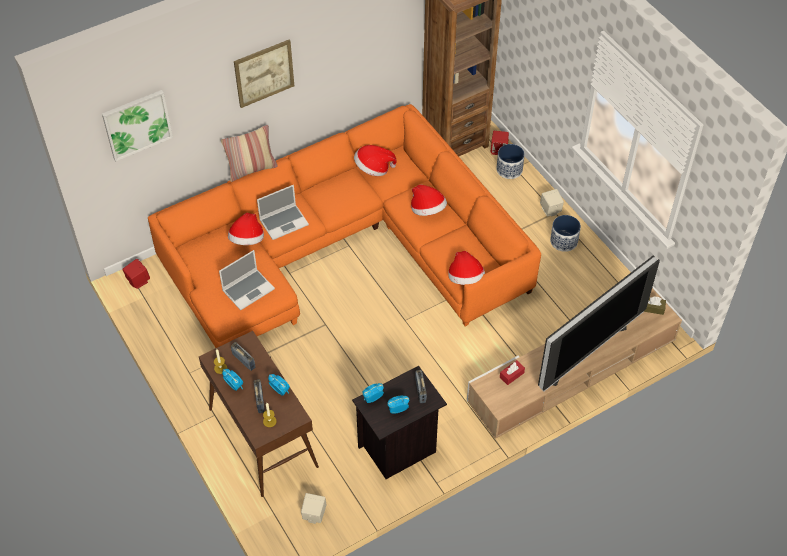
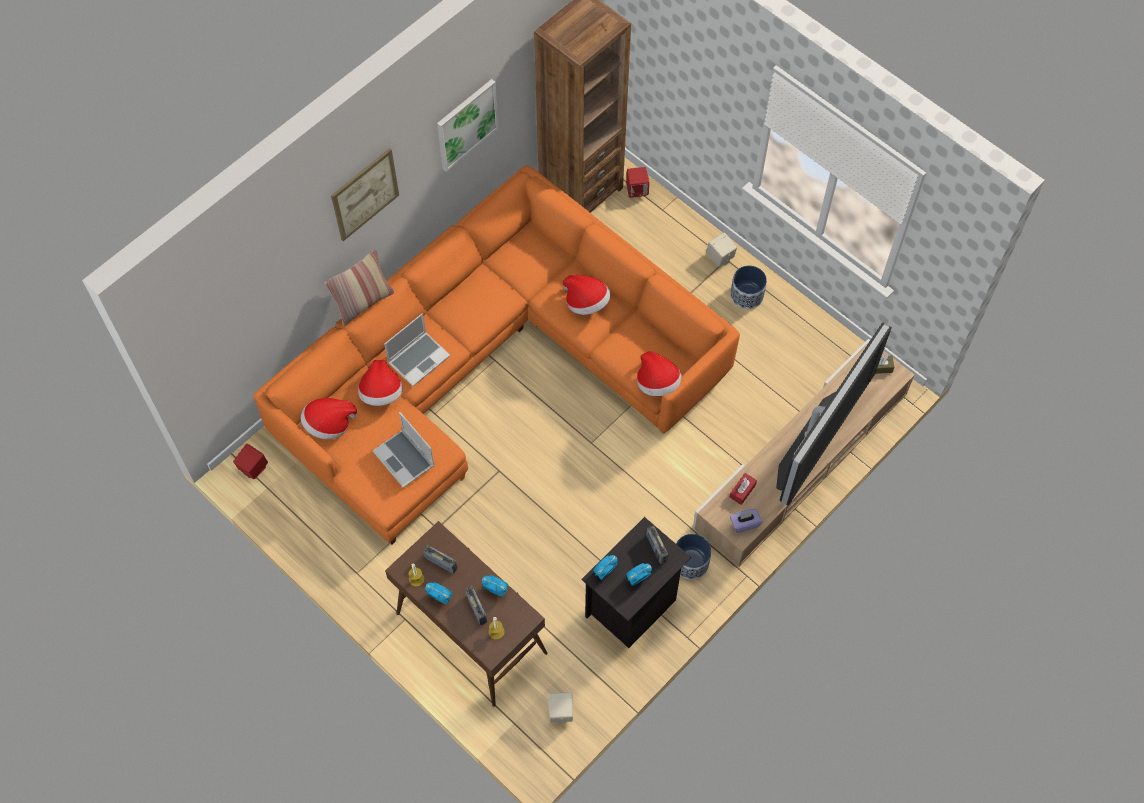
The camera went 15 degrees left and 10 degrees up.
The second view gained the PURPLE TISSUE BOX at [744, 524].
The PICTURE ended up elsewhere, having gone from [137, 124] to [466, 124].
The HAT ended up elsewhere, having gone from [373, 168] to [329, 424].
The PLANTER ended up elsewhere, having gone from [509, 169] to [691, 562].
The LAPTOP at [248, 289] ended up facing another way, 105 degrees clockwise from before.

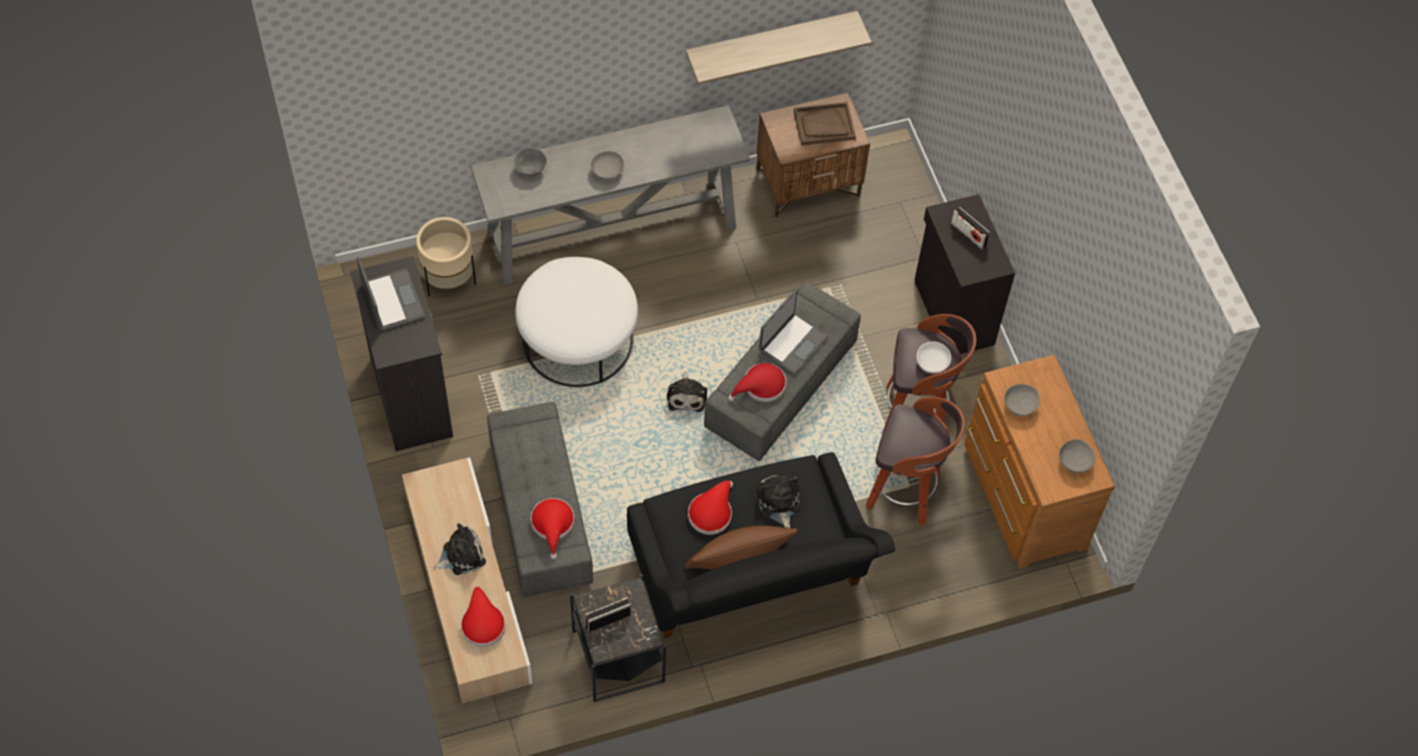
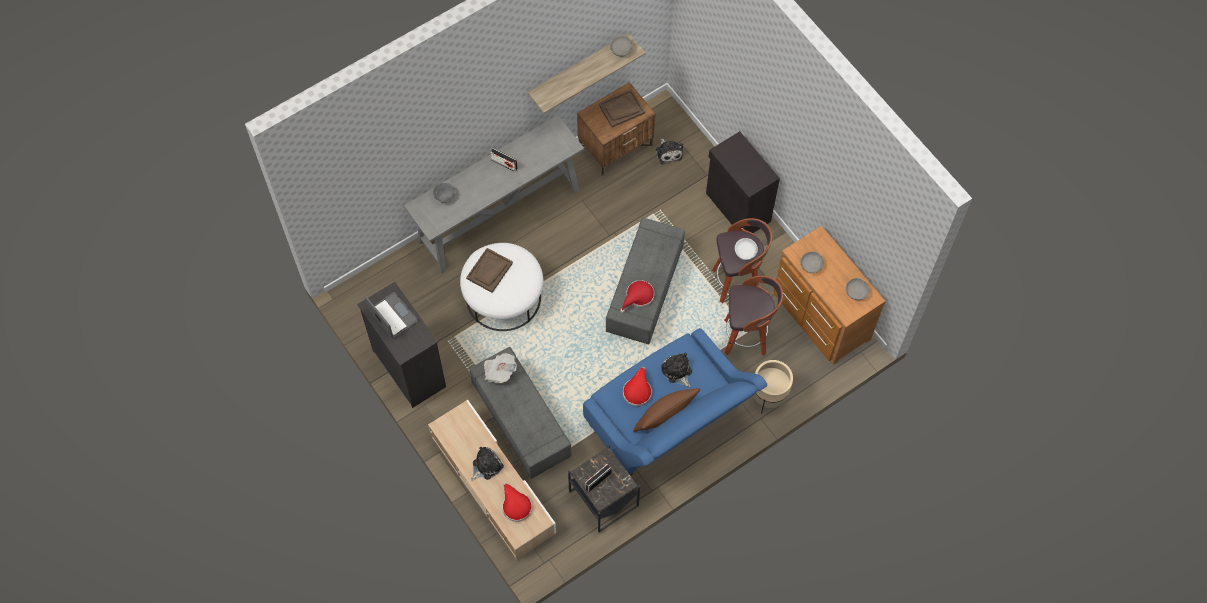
The camera went 15 degrees left and 5 degrees up.
The second view lost the RED HAT at [553, 525].
The second view lost the LAPTOP at [792, 343].
The second view gained the BROWN TRAY at [489, 271].
The second view gained the NEWSPAPER at [499, 371].
The BEIGE PLANTER ended up elsewhere, having gone from [449, 279] to [768, 396].
The GREY BOWL ended up elsewhere, having gone from [607, 171] to [621, 50].
The PLUSH TOY ended up elsewhere, having gone from [686, 395] to [668, 152].
The RADIO ended up elsewhere, having gone from [968, 235] to [504, 164].
What was the BLACK SOFA at [750, 578] turned into the BLUE SOFA at [669, 422].

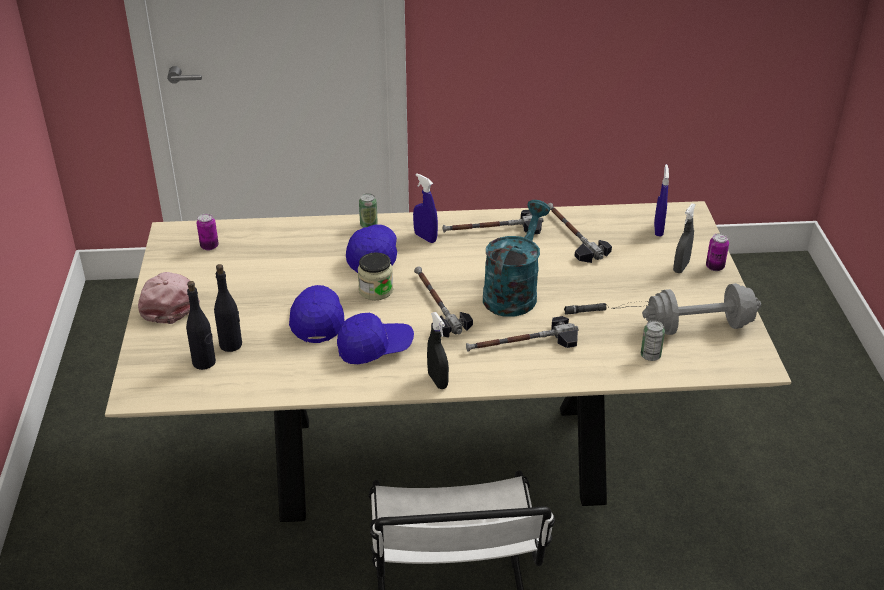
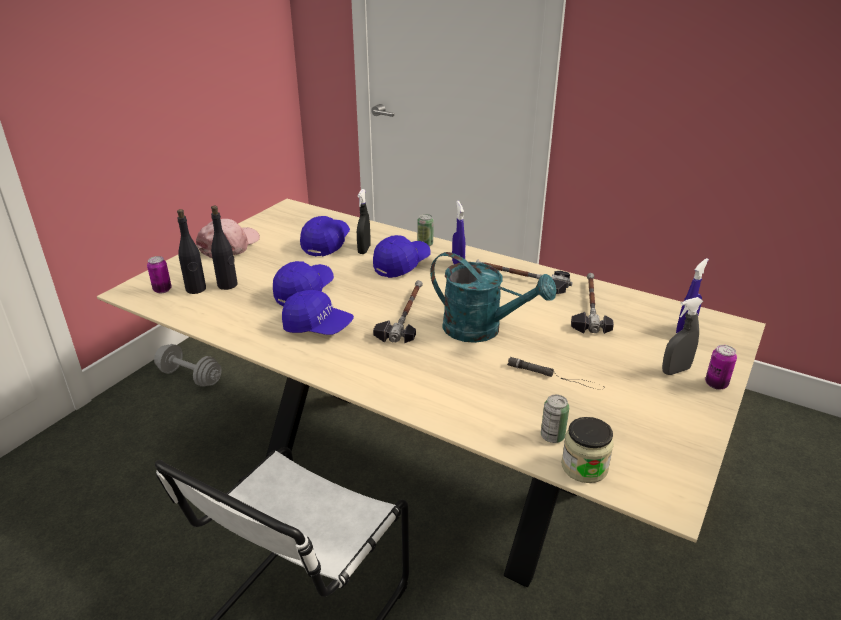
The camera went 35 degrees right and 5 degrees down.
The second view lost the HAMMER at [522, 344].
The second view gained the BLUE CAP at [326, 243].
The CAN ended up elsewhere, having gone from [209, 246] to [162, 290].
The JAR ended up elsewhere, having gone from [376, 290] to [584, 467].
The BLACK SPRAY BOTTLE ended up elsewhere, having gone from [437, 381] to [364, 250].
The GREY DUMBBELL ended up elsewhere, having gone from [698, 326] to [190, 377].
The TURQUOISE WATERING CAN at [513, 292] ended up facing another way, 60 degrees clockwise from before.

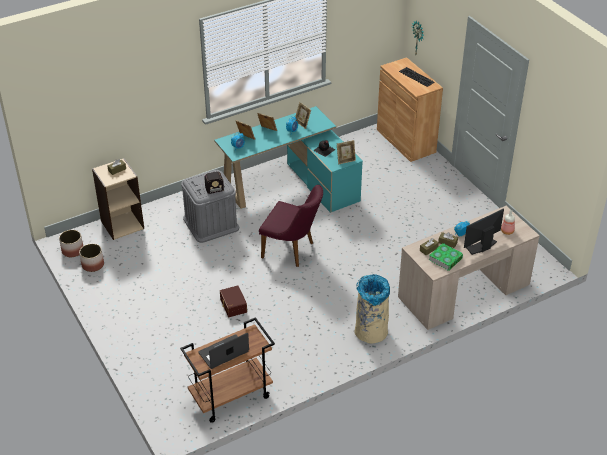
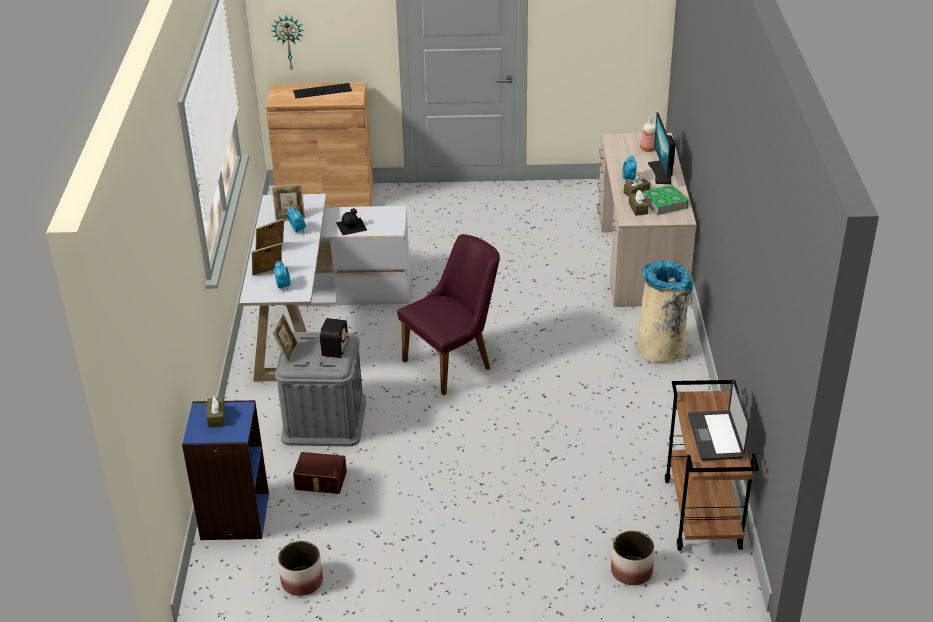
The camera went 60 degrees left and 5 degrees down.
The PLANTER ended up elsewhere, having gone from [73, 250] to [631, 571].
The BROWN STORAGE BOX ended up elsewhere, having gone from [232, 306] to [320, 481].
The PICTURE FRAME ended up elsewhere, having gone from [346, 160] to [287, 352].
What was the BEIGE BOOKCASE at [122, 224] turned into the BLUE BOOKCASE at [234, 516].
What was the TURQUOISE DESK at [293, 185] turned into the WHITE DESK at [317, 316].

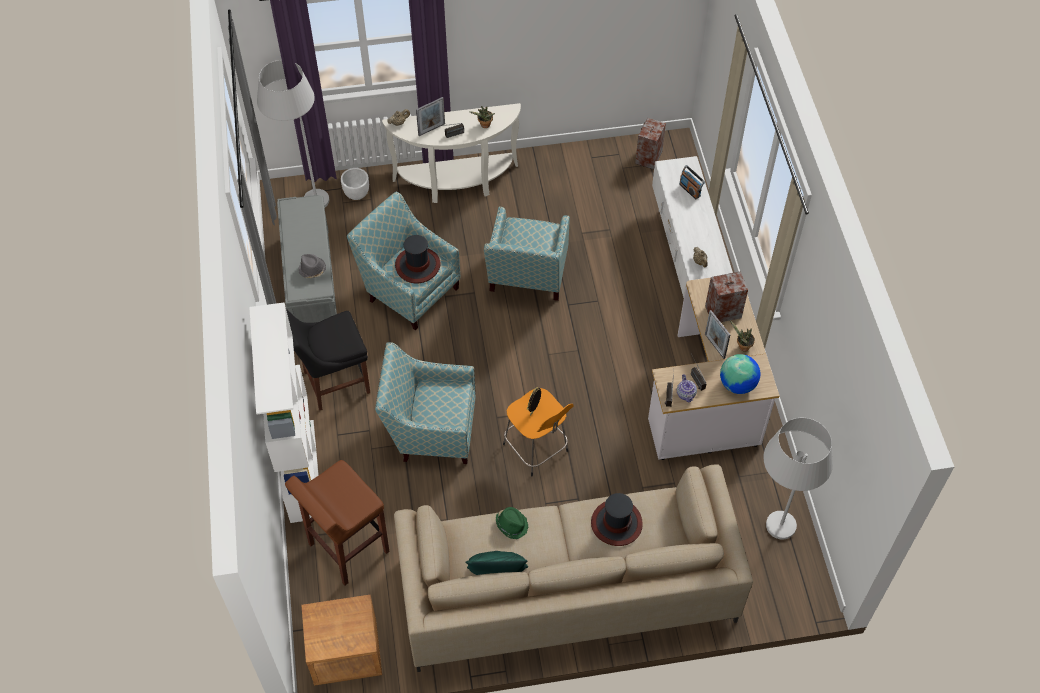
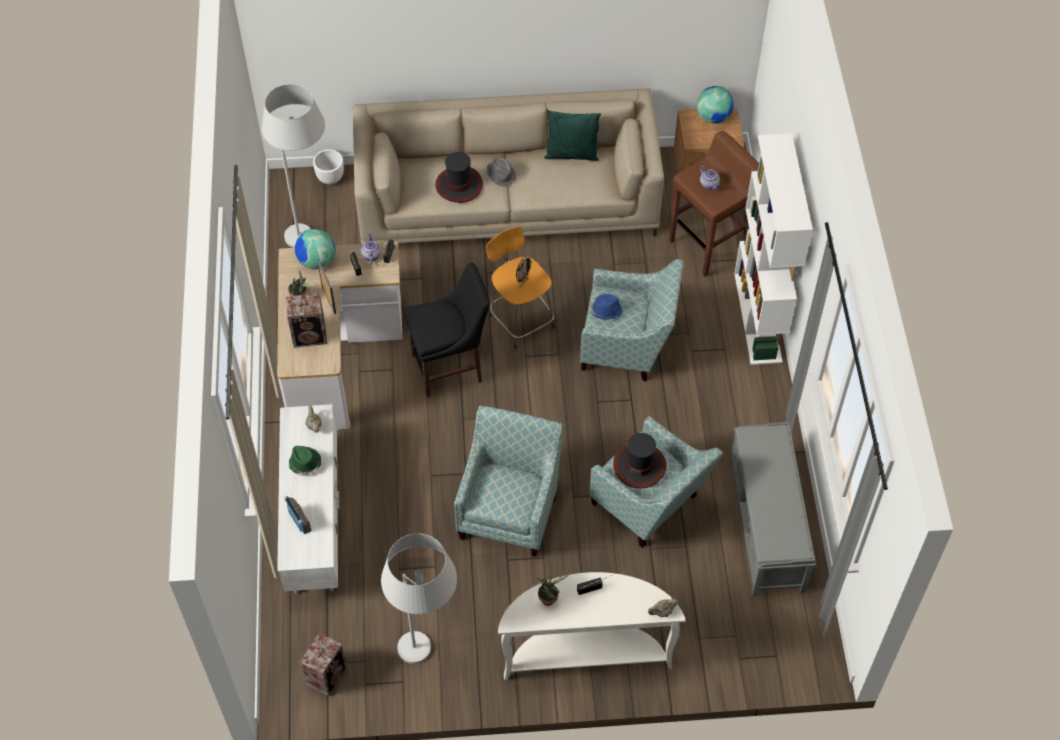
The camera went 175 degrees left and 0 degrees up.
The second view lost the PICTURE FRAME at [431, 129].
The second view gained the BLUE HAT at [605, 311].
The second view gained the GLOBE at [713, 117].
The second view gained the TEAPOT at [709, 184].
The WHITE FLOOR LAMP ended up elsewhere, having gone from [305, 194] to [429, 659].
The BLACK CHAIR ended up elsewhere, having gone from [332, 383] to [451, 367].
The GREY HAT ended up elsewhere, having gone from [312, 270] to [501, 175].
The WHITE PLANTER ended up elsewhere, having gone from [356, 195] to [330, 178].
The GREEN HAT ended up elsewhere, having gone from [512, 524] to [305, 463].

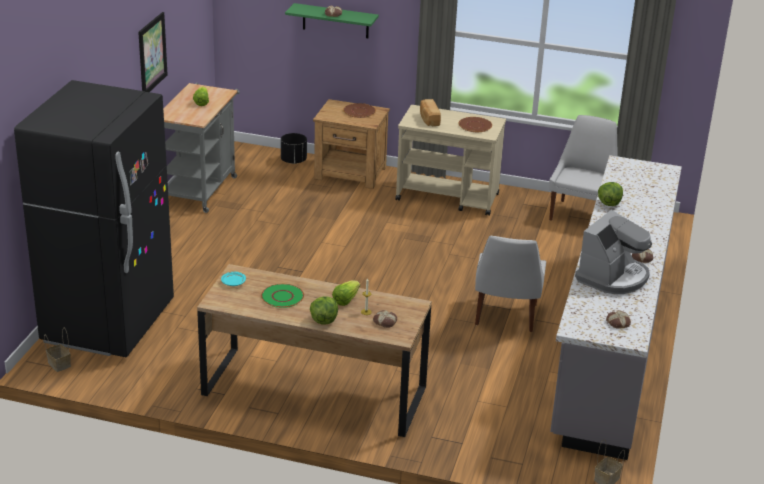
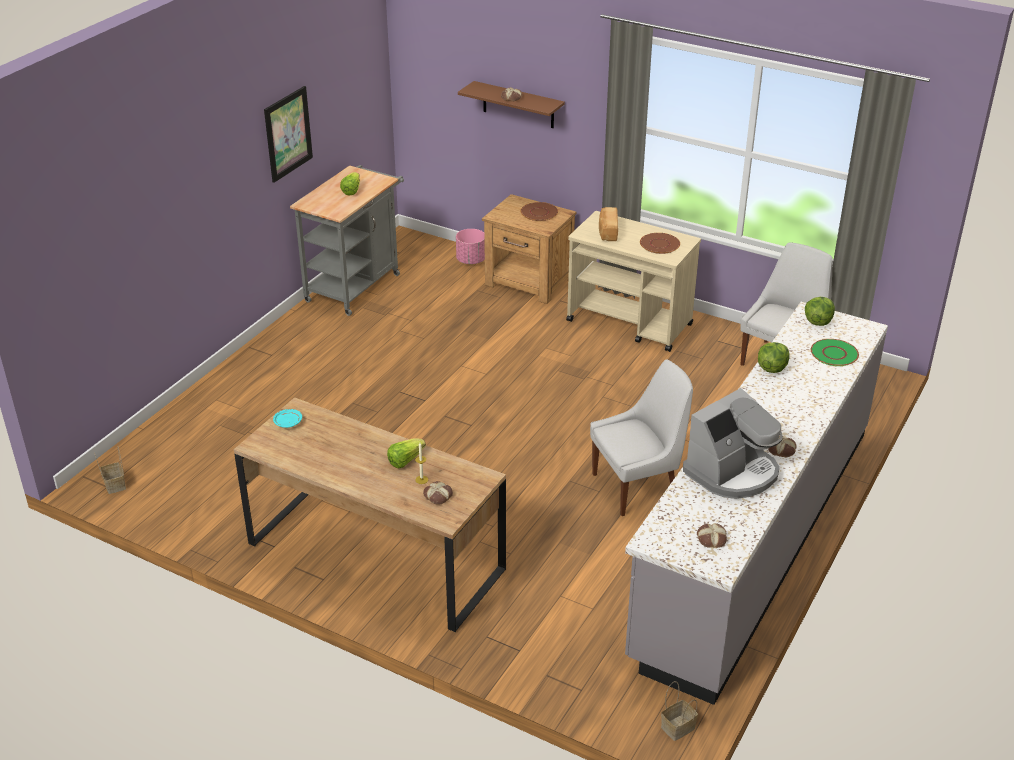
The camera went 15 degrees right and 5 degrees up.
The second view lost the BLACK FRIDGE at [109, 322].
The GREEN PLATE ended up elsewhere, having gone from [282, 297] to [834, 354].
The LETTUCE ended up elsewhere, having gone from [324, 320] to [817, 321].
What was the BLACK PLANTER at [294, 161] turned into the PINK PLANTER at [471, 260].
What was the GREEN SHELF at [335, 21] turned into the BROWN SHELF at [518, 105].
The WHITE CHAIR at [505, 316] ended up facing another way, 135 degrees counterclockwise from before.

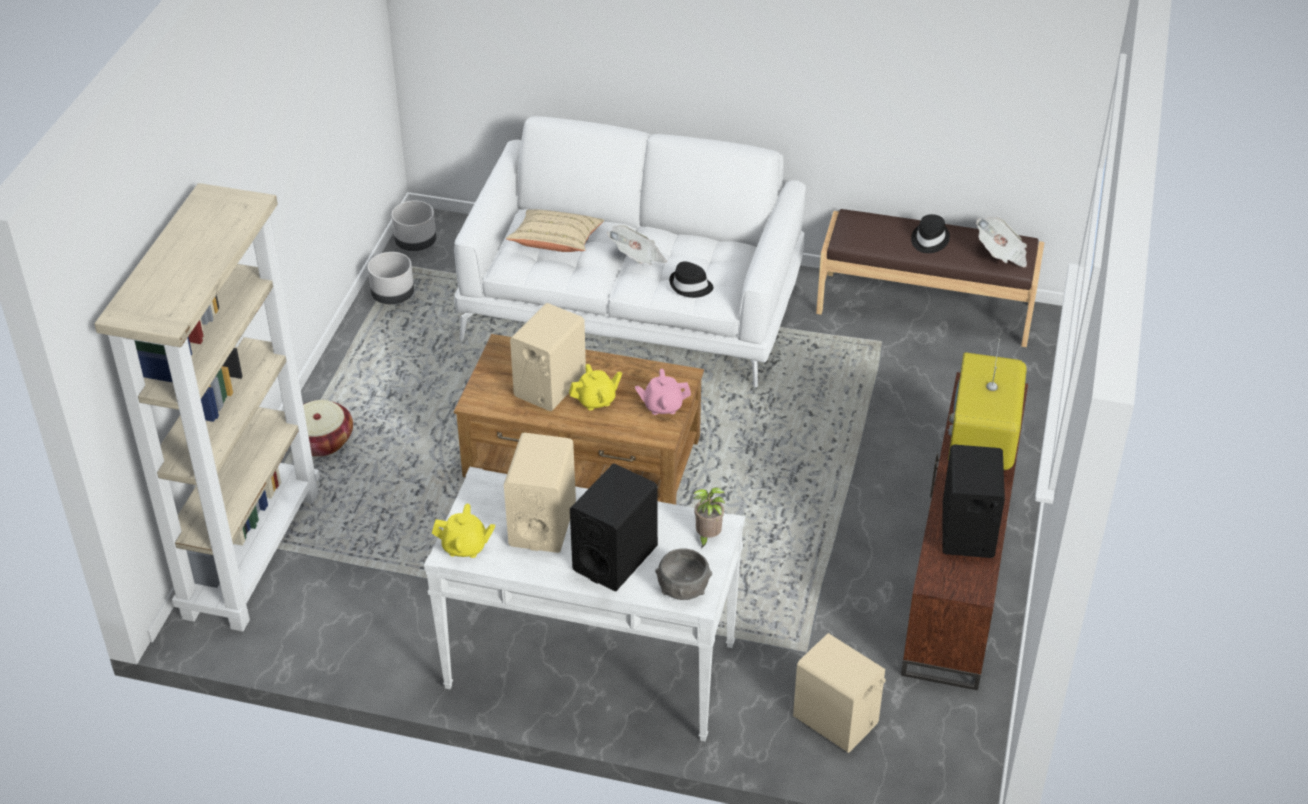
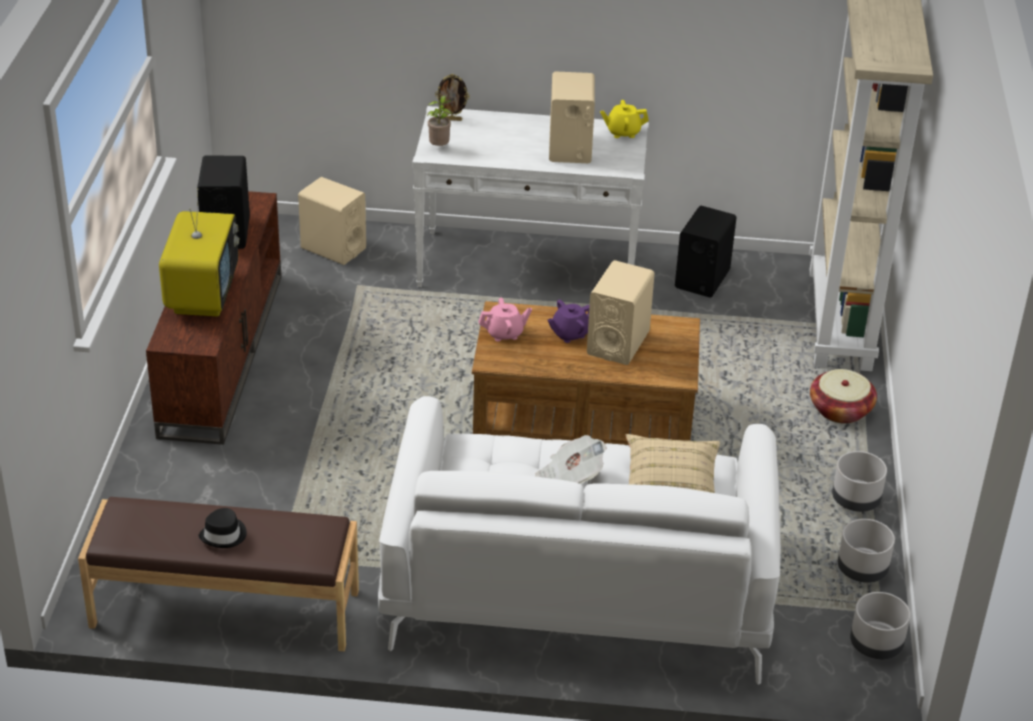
The camera went 170 degrees right and 5 degrees down.
The second view lost the BLACK HAT at [690, 286].
The second view lost the NEWSPAPER at [1001, 254].
The second view gained the GREY PLANTER at [856, 501].
The BLACK SPEAKER ended up elsewhere, having gone from [615, 558] to [702, 279].
Where the GREY BOWL stood at [683, 589], the PICTURE FRAME came to stand at [452, 119].
What was the YELLOW TEAPOT at [596, 400] turned into the PURPLE TEAPOT at [569, 334].

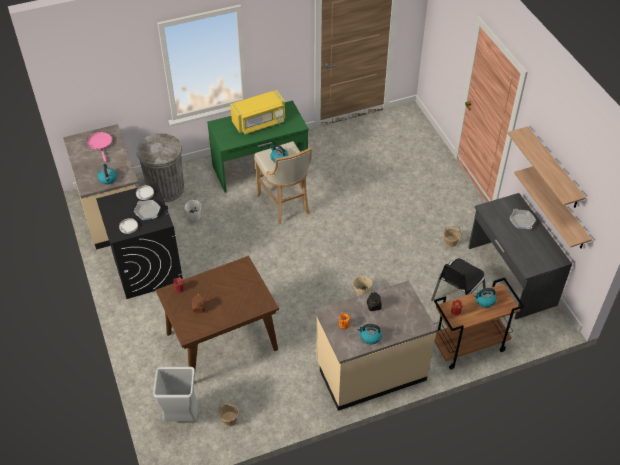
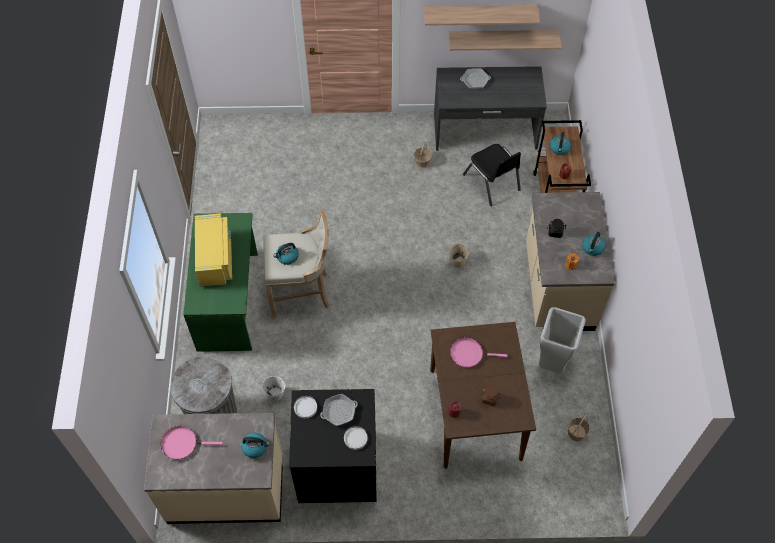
The camera went 70 degrees left and 10 degrees up.
The second view gained the PINK FRYING PAN at [469, 354].
The GREY TRASH CAN ended up elsewhere, having gone from [181, 417] to [552, 361].

